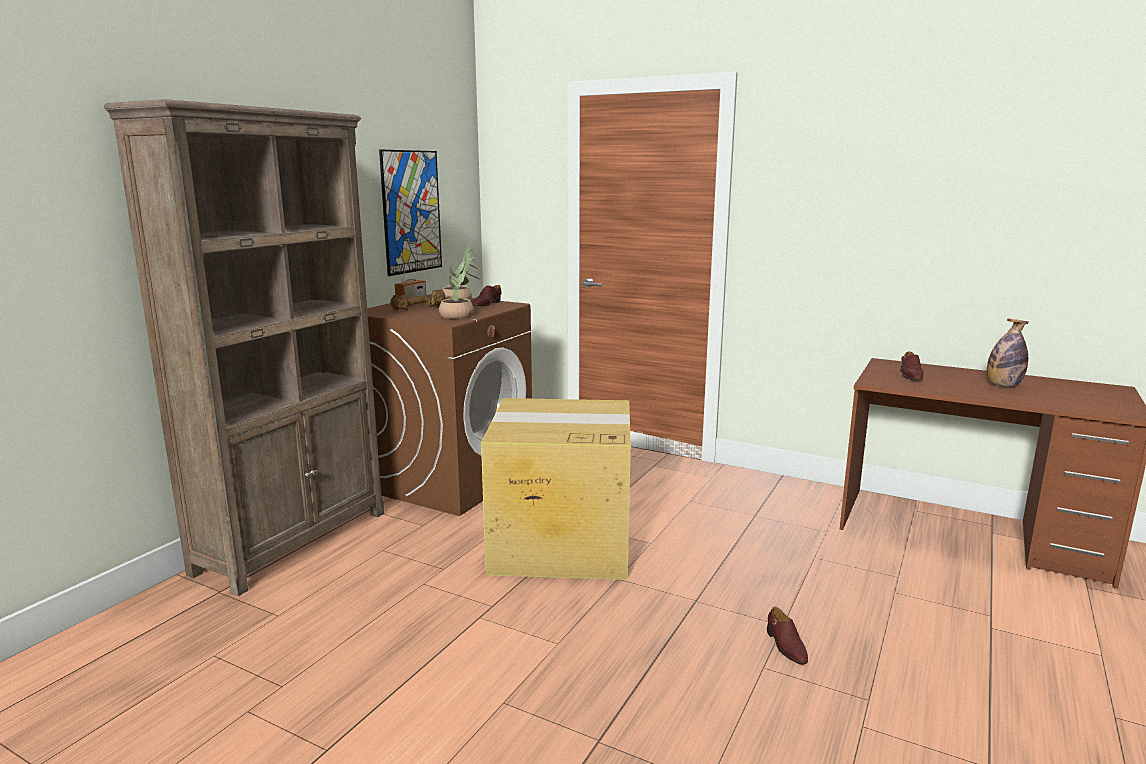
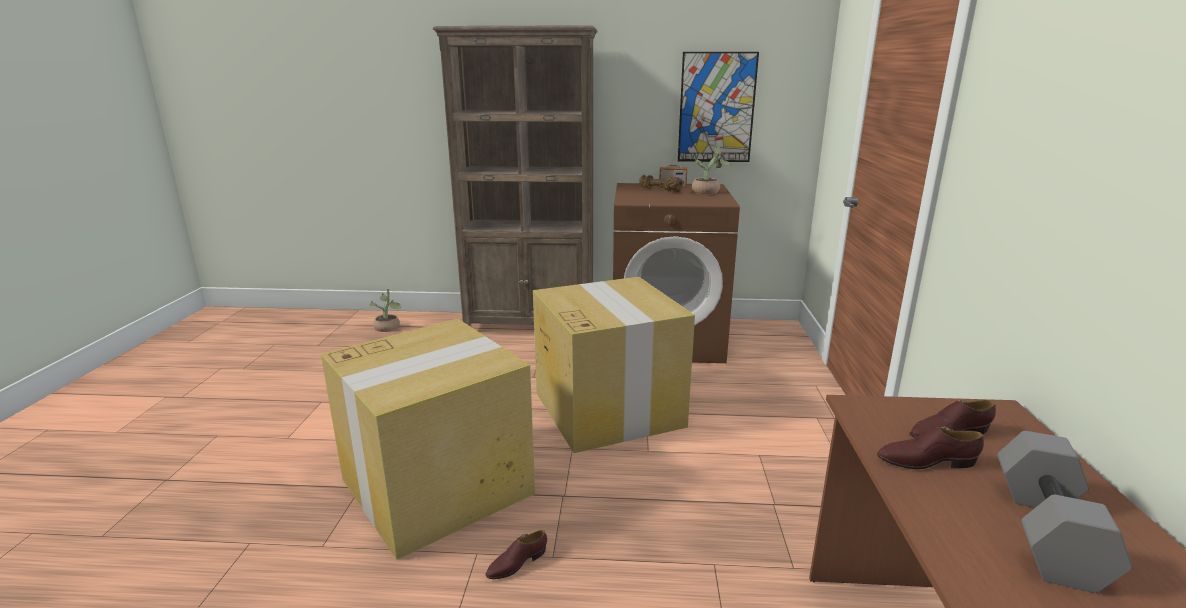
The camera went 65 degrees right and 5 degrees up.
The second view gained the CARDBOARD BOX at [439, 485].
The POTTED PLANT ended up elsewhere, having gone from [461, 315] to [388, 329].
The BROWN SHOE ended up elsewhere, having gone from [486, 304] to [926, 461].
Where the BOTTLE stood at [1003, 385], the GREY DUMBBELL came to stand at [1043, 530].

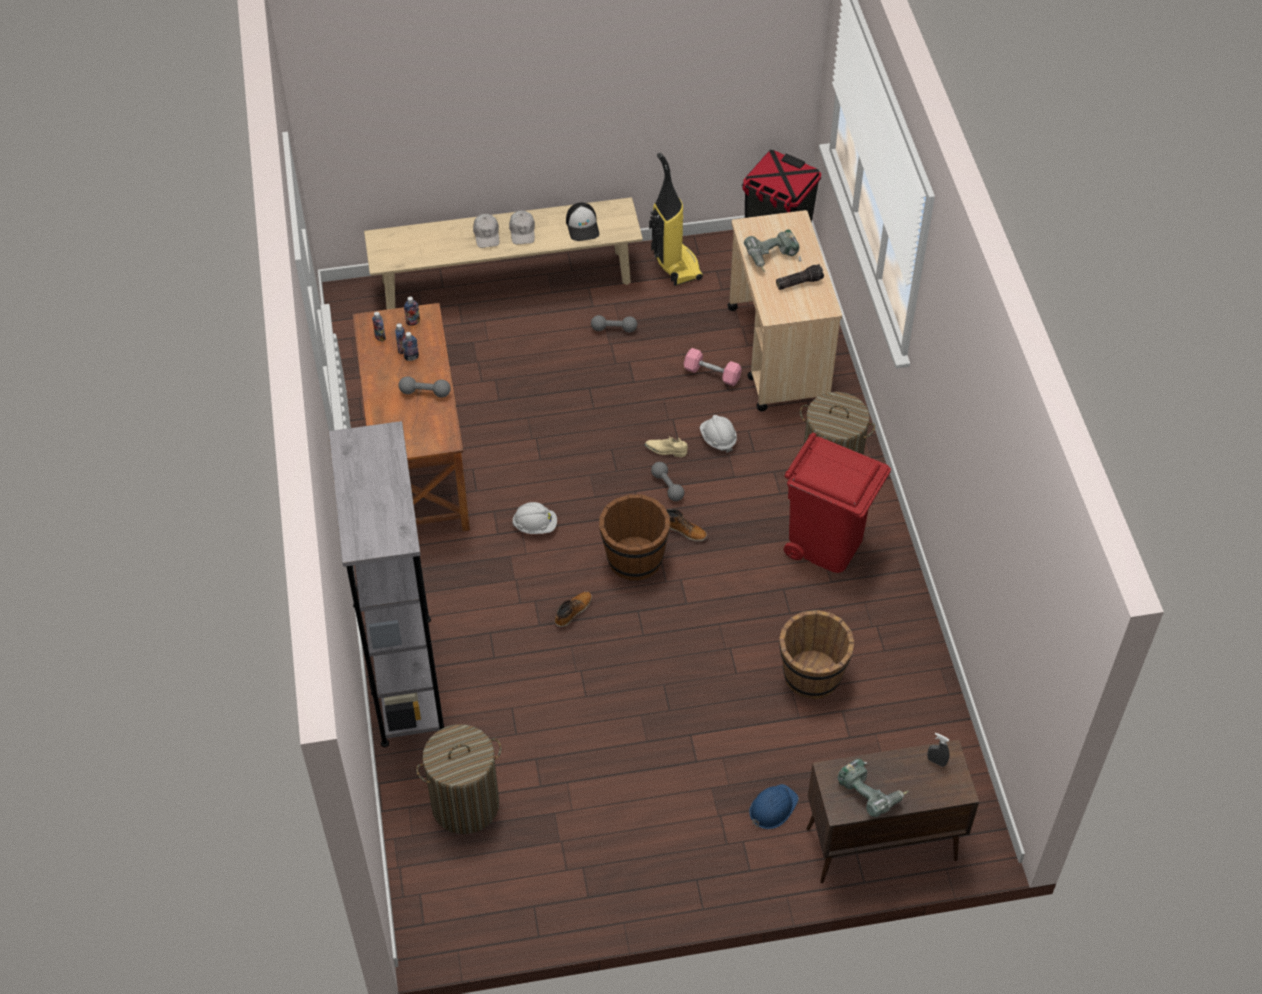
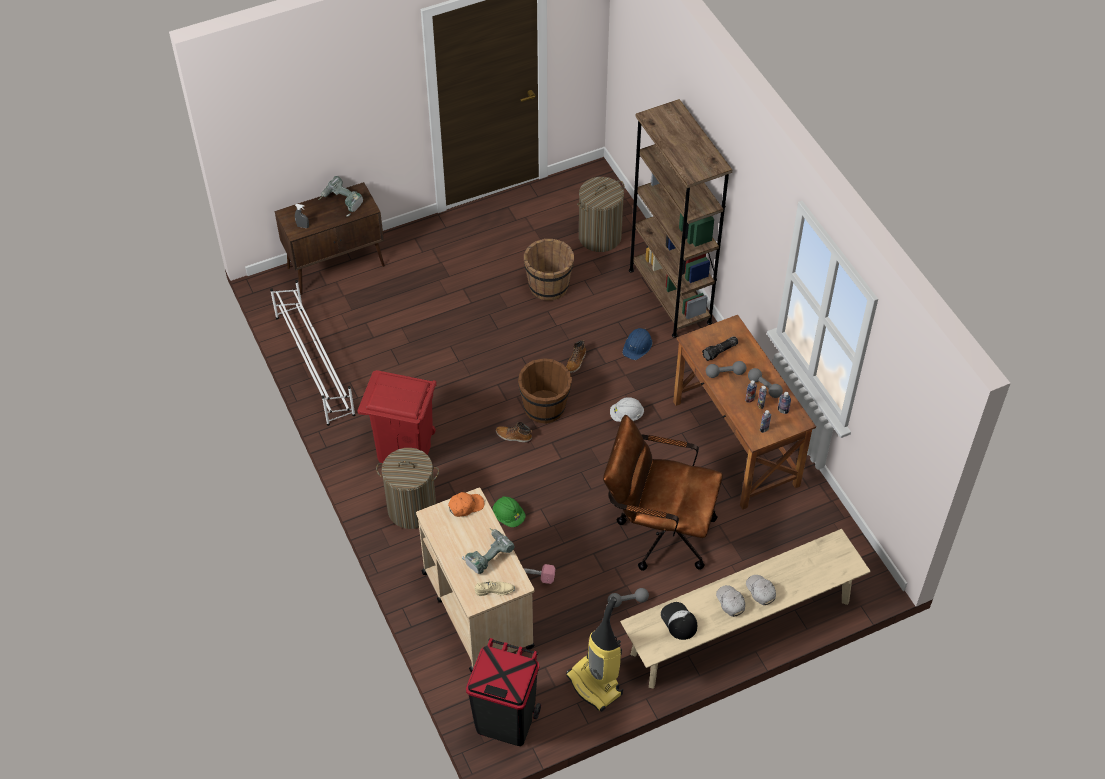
The camera went 165 degrees right and 0 degrees up.
The second view gained the WHITE SHOE RACK at [314, 364].
The second view gained the ORANGE CAP at [465, 506].
The second view gained the BROWN OFFICE CHAIR at [658, 531].
The BEIGE SHOE ended up elsewhere, having gone from [666, 450] to [494, 590].
The GREY DUMBBELL ended up elsewhere, having gone from [667, 486] to [764, 387].
The BLUE HARD HAT ended up elsewhere, having gone from [772, 808] to [637, 346].
The FLASHLIGHT ended up elsewhere, having gone from [799, 282] to [720, 352].
The BROWN BUCKET ended up elsewhere, having gone from [811, 676] to [548, 286].
What was the GREY BOOKCASE at [406, 680] turned into the BROWN BOOKCASE at [670, 296].
What was the WHITE HARD HAT at [718, 439] turned into the GREEN HARD HAT at [508, 516].

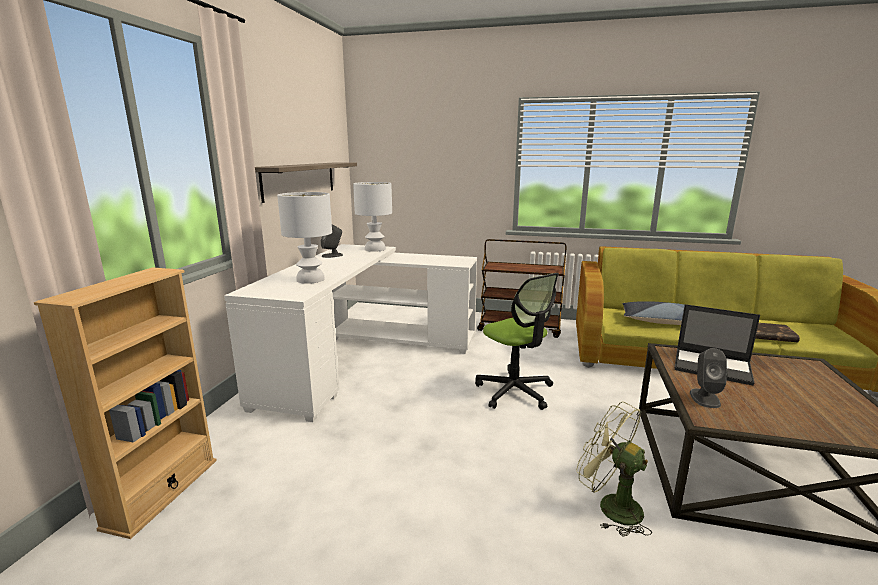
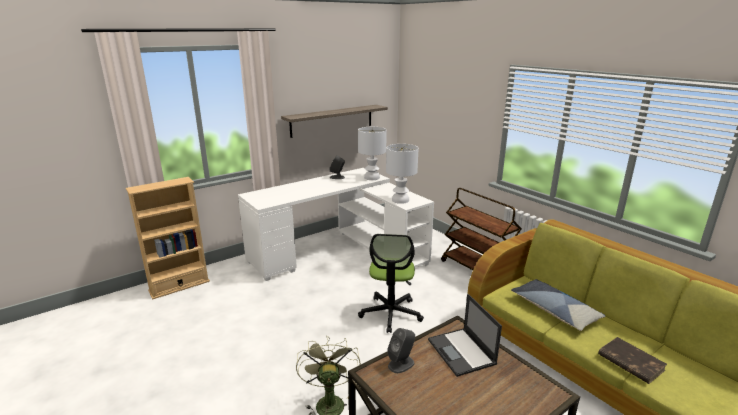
The camera went 40 degrees right and 5 degrees up.
The WHITE TABLE LAMP ended up elsewhere, having gone from [311, 279] to [401, 200].

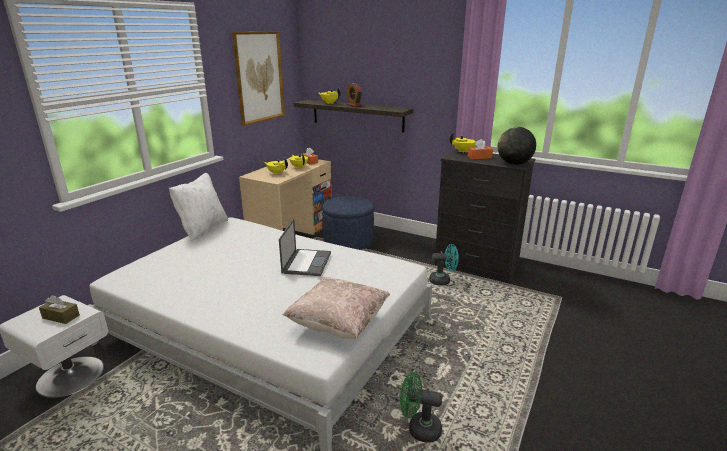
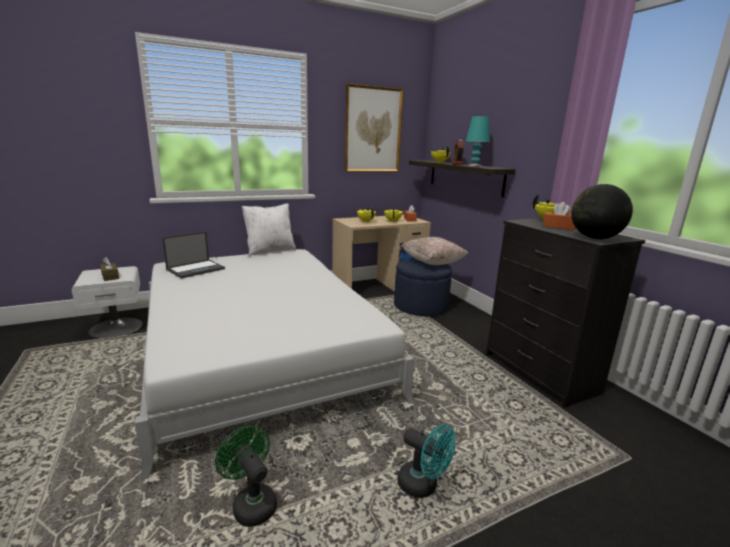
The camera went 35 degrees right and 5 degrees down.
The second view gained the TURQUOISE TABLE LAMP at [474, 166].
The LAPTOP ended up elsewhere, having gone from [307, 262] to [196, 269].
The BEIGE PILLOW ended up elsewhere, having gone from [338, 324] to [432, 263].
The TURQUOISE FAN ended up elsewhere, having gone from [443, 280] to [423, 486].

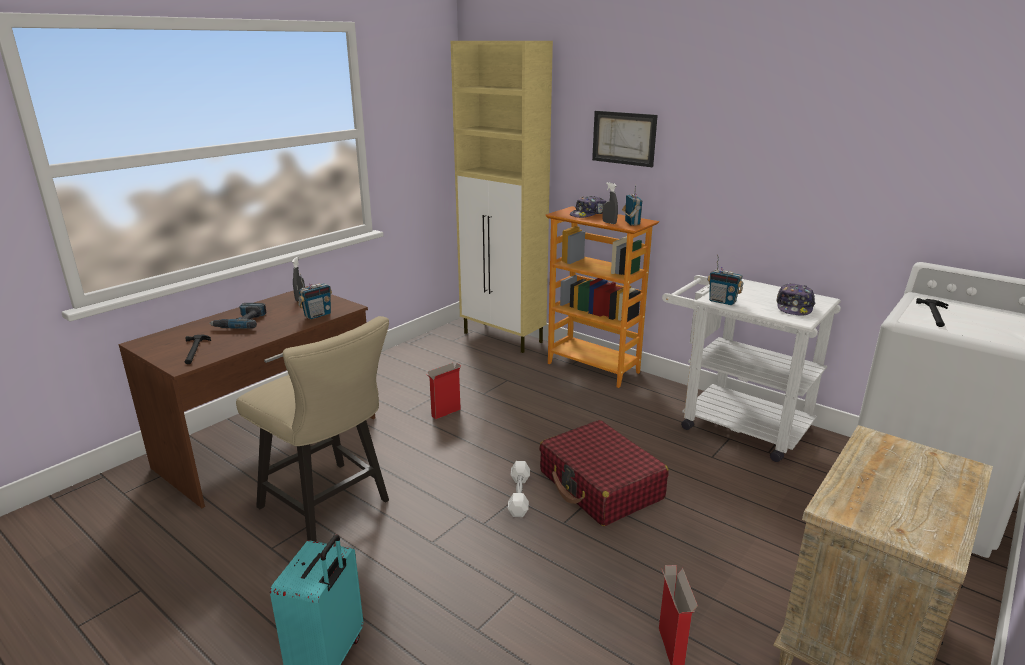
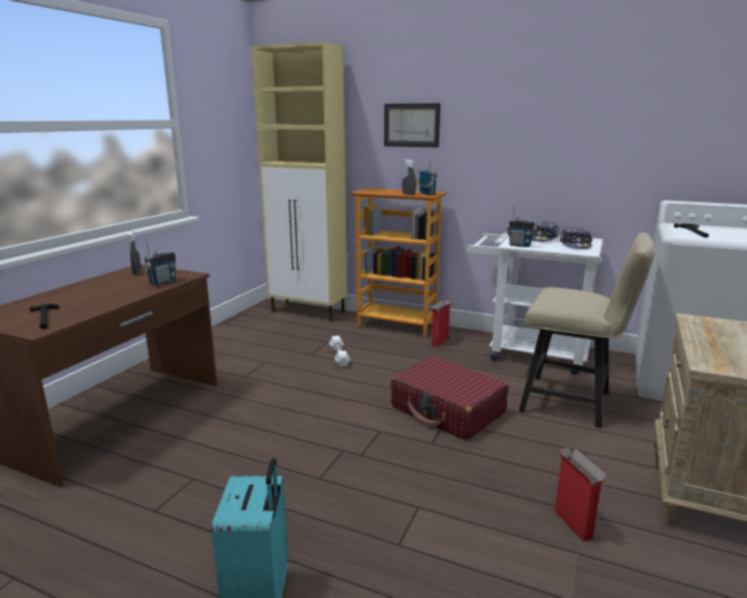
The camera went 15 degrees left and 5 degrees down.
The second view lost the POWER DRILL at [241, 322].
The BEIGE CHAIR ended up elsewhere, having gone from [331, 507] to [573, 403].
The CARDBOARD BOX ended up elsewhere, having gone from [445, 413] to [439, 342].
The WHITE DUMBBELL ended up elsewhere, having gone from [519, 495] to [339, 356].
The CAP ended up elsewhere, having gone from [588, 214] to [543, 239].

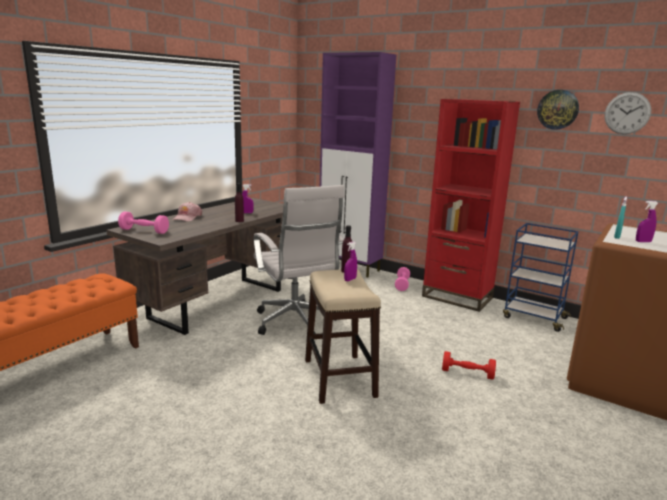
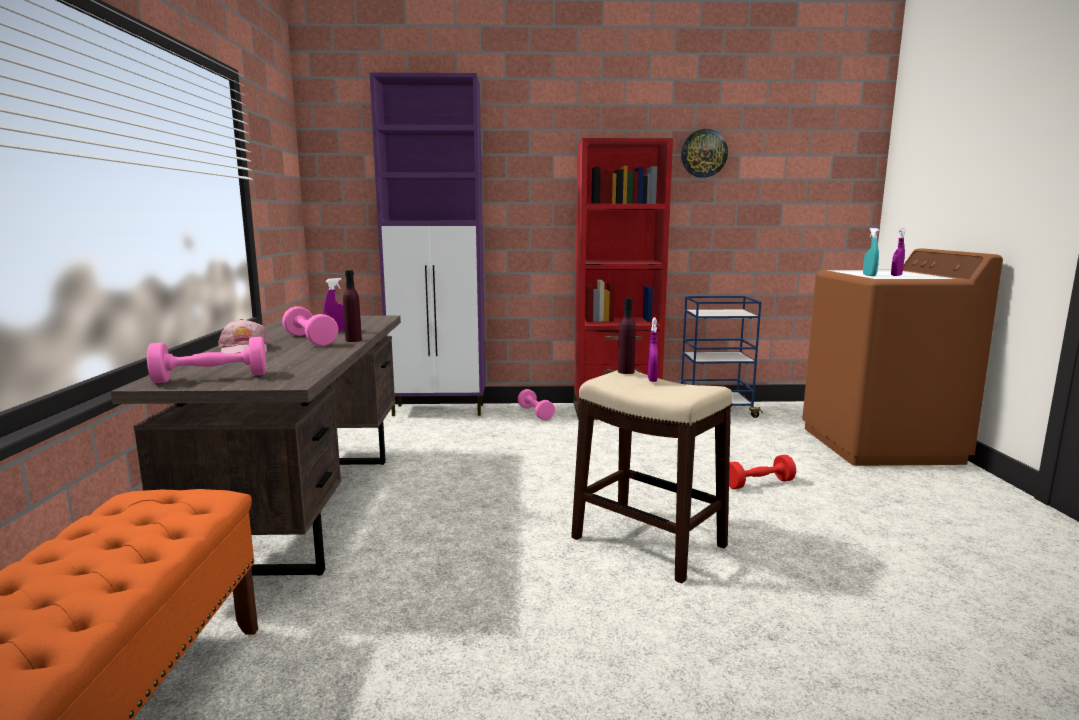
The camera went 35 degrees left and 5 degrees down.
The second view lost the WHITE OFFICE CHAIR at [296, 323].
The second view lost the WALL CLOCK at [627, 113].
The second view gained the PINK DUMBBELL at [310, 340].

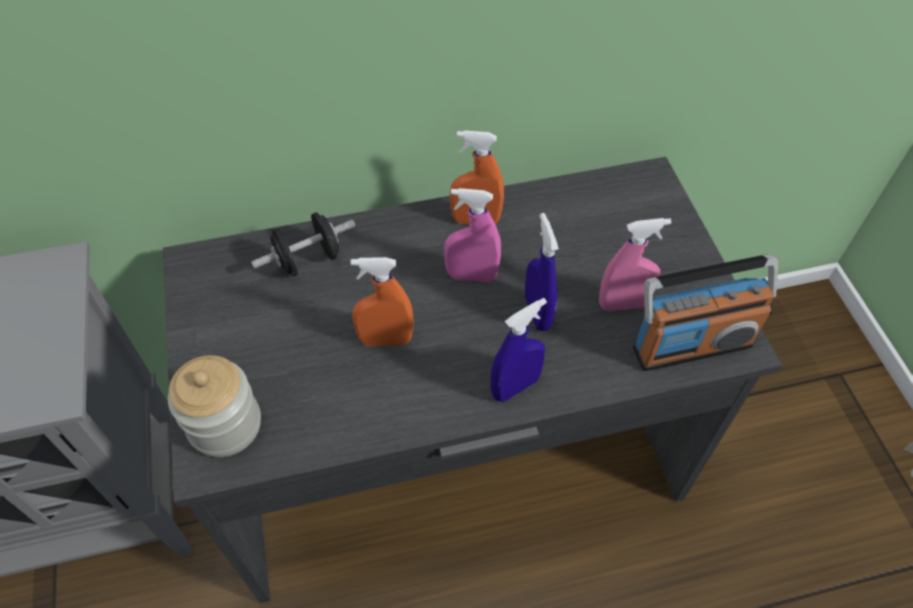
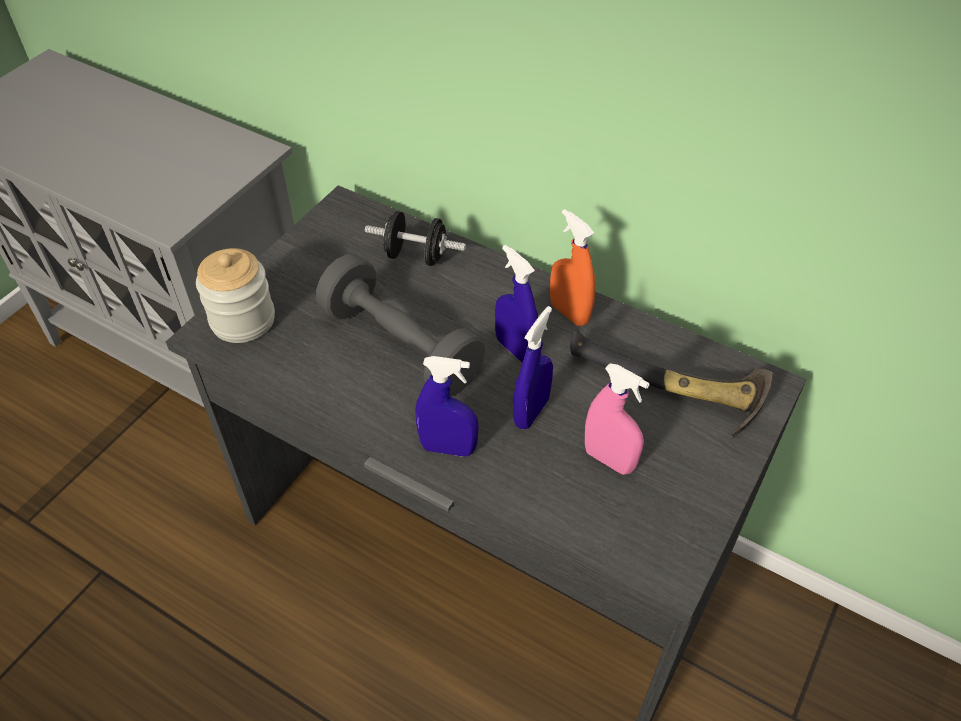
The camera went 45 degrees right and 5 degrees down.
The second view lost the RADIO at [691, 345].
The second view gained the HAMMER at [667, 392].
Where the ORANGE SPRAY BOTTLE stood at [386, 340], the GREY DUMBBELL came to stand at [400, 346].
What was the PINK SPRAY BOTTLE at [471, 276] turned into the BLUE SPRAY BOTTLE at [515, 349].

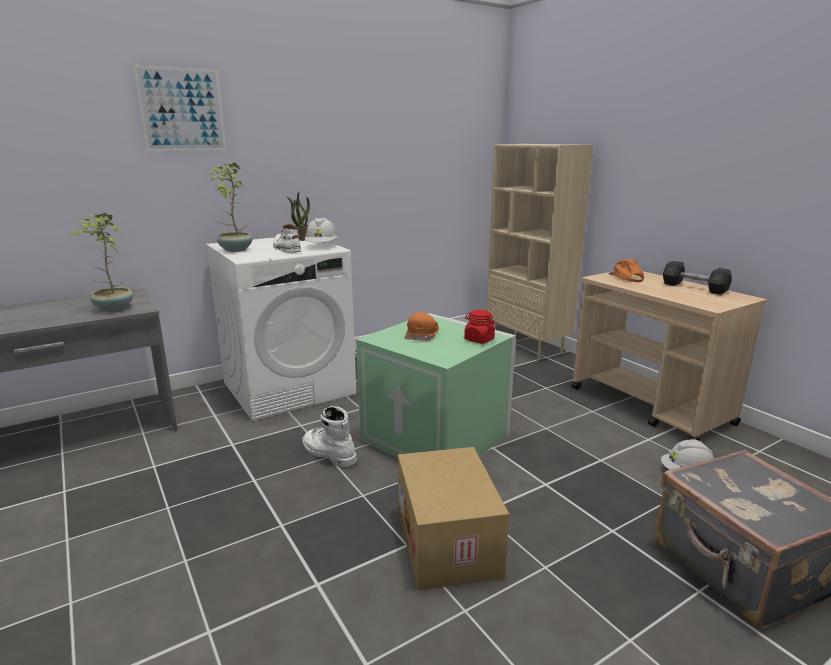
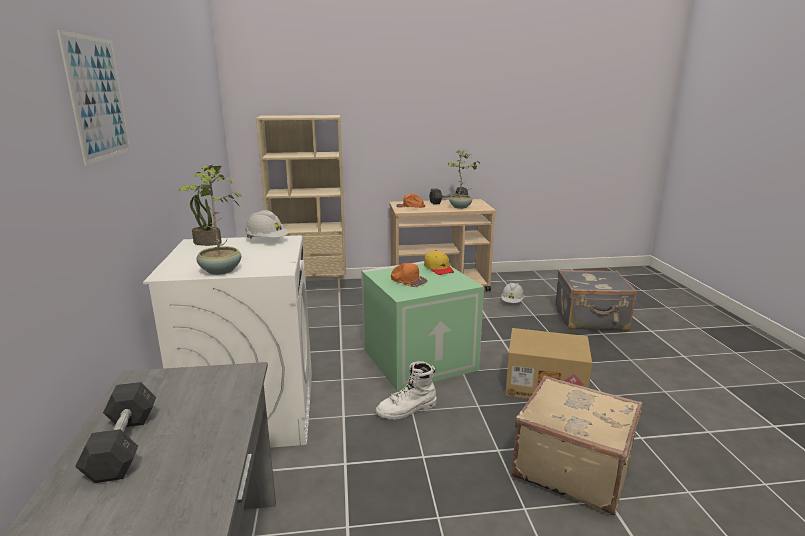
The camera went 65 degrees left and 0 degrees up.
The second view lost the WHITE BOOT at [286, 249].
The second view gained the GREY DUMBBELL at [123, 445].
The second view gained the BEIGE SUITCASE at [572, 467].
The POTTED PLANT ended up elsewhere, having gone from [113, 309] to [460, 207].
Where the RED JAR stood at [479, 340], the YELLOW CAP came to stand at [439, 268].

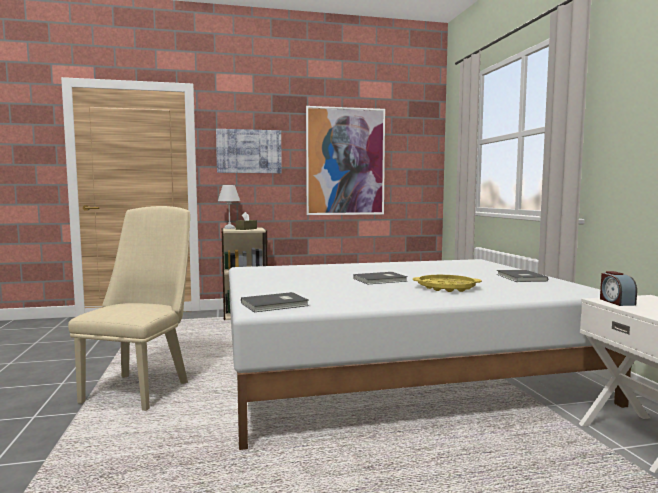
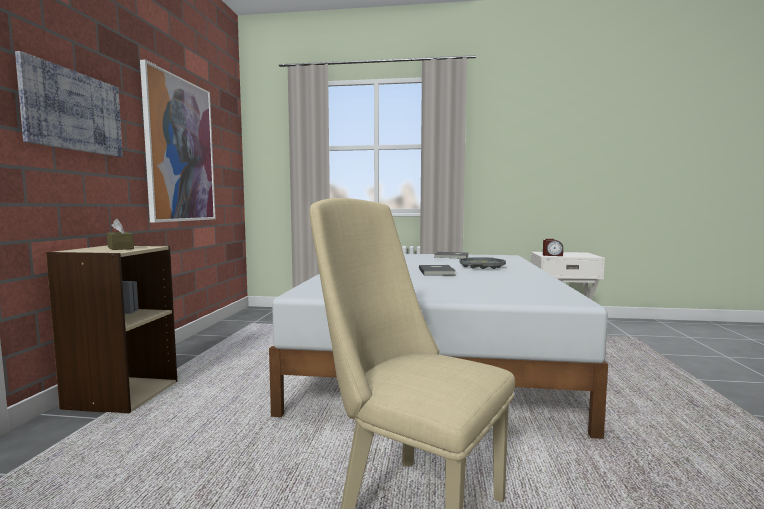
The camera went 70 degrees left and 0 degrees up.
The second view lost the WHITE TABLE LAMP at [229, 228].
The second view lost the GREY BOOK at [276, 304].
What was the YELLOW TRAY at [446, 288] turned into the GREY TRAY at [481, 267].

